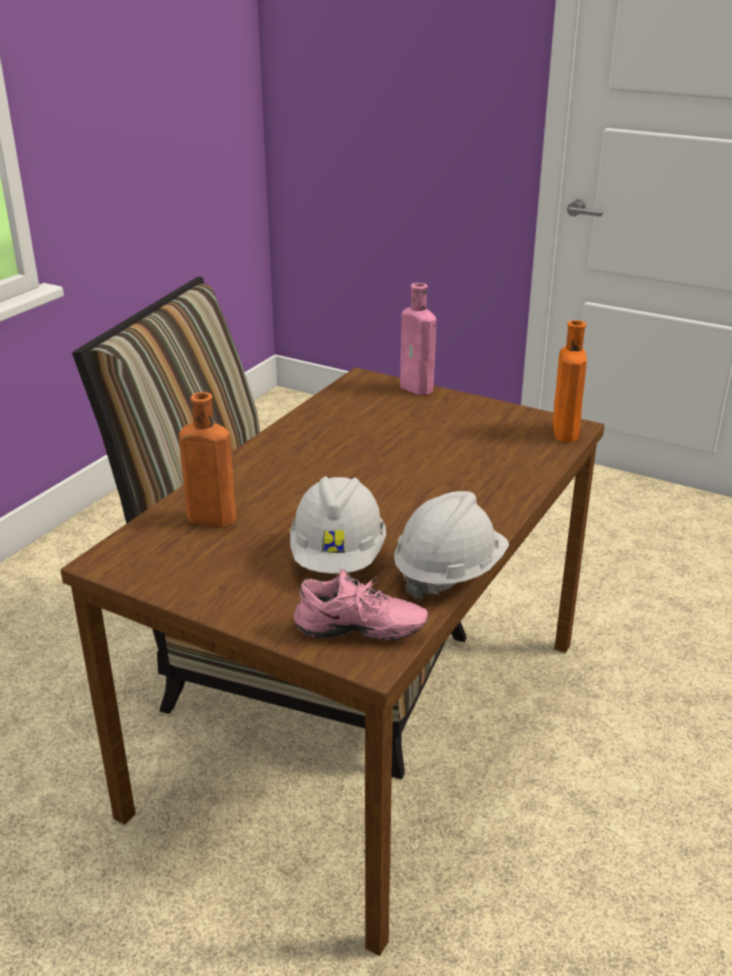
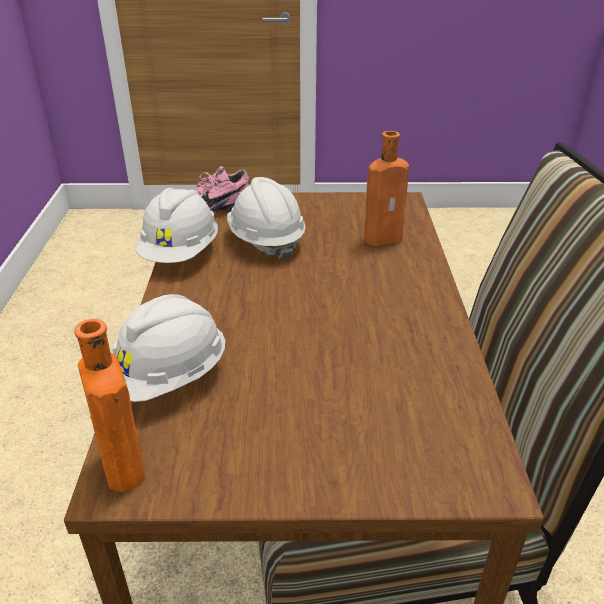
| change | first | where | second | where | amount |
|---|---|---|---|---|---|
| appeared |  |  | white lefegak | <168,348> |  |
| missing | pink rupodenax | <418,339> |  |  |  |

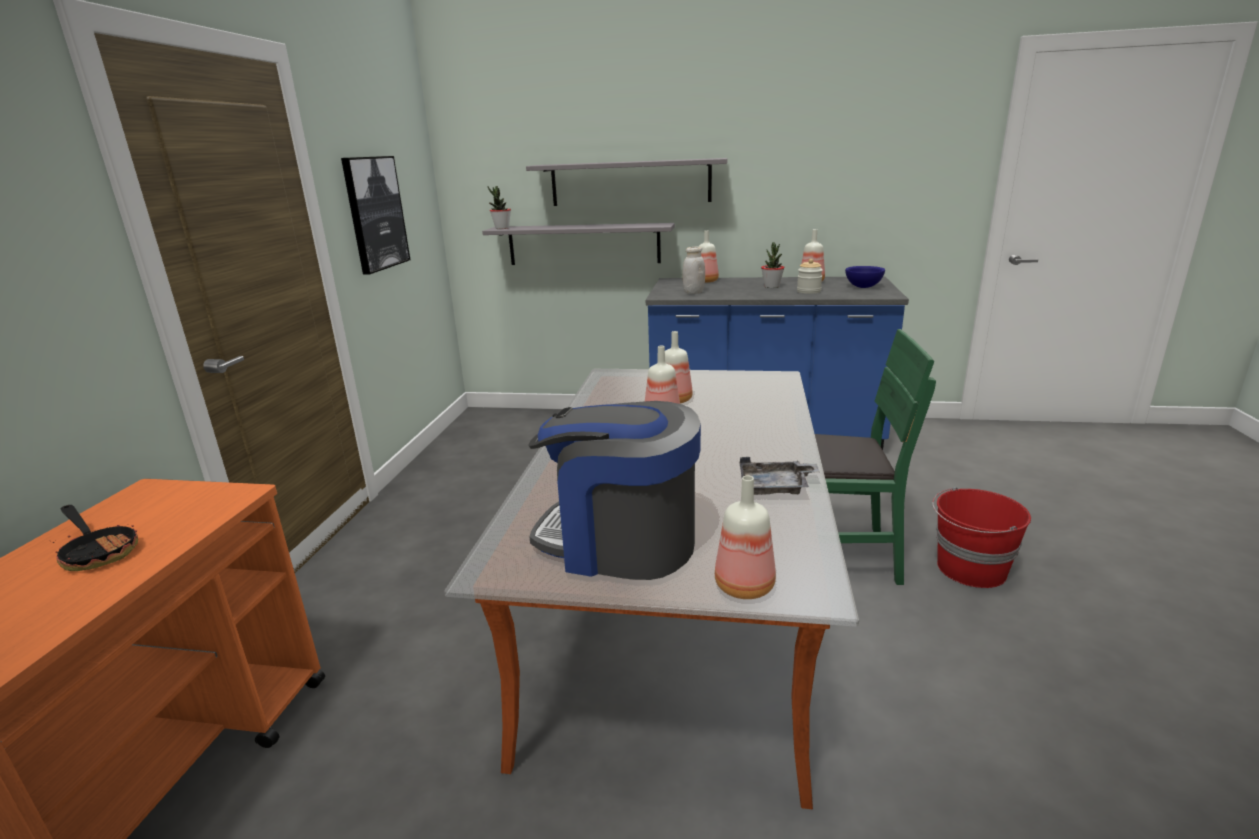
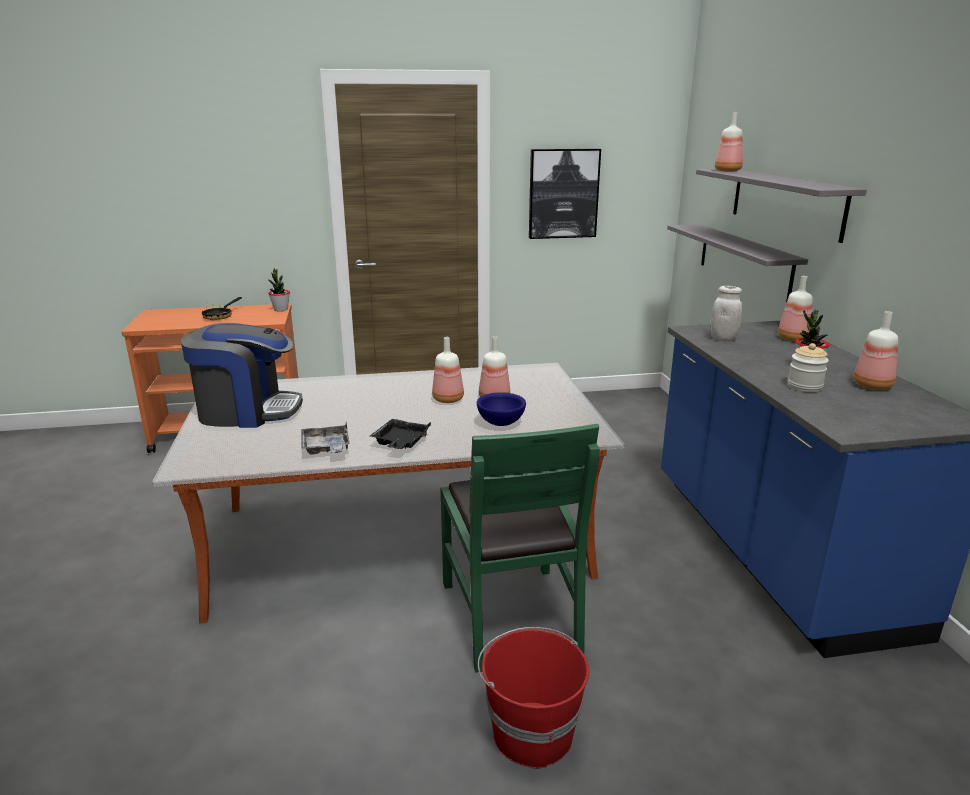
| change | first | where | second | where | amount |
|---|---|---|---|---|---|
| spun | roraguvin | <614,490> |  | <242,375> | 90 degrees clockwise |
| relocated | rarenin | <499,207> |  | <279,290> |  |
| appeared |  |  | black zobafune | <400,434> |  |
| relocated | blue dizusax | <865,277> |  | <501,409> |  |
| relocated | rupodenax | <745,537> |  | <729,142> |  |

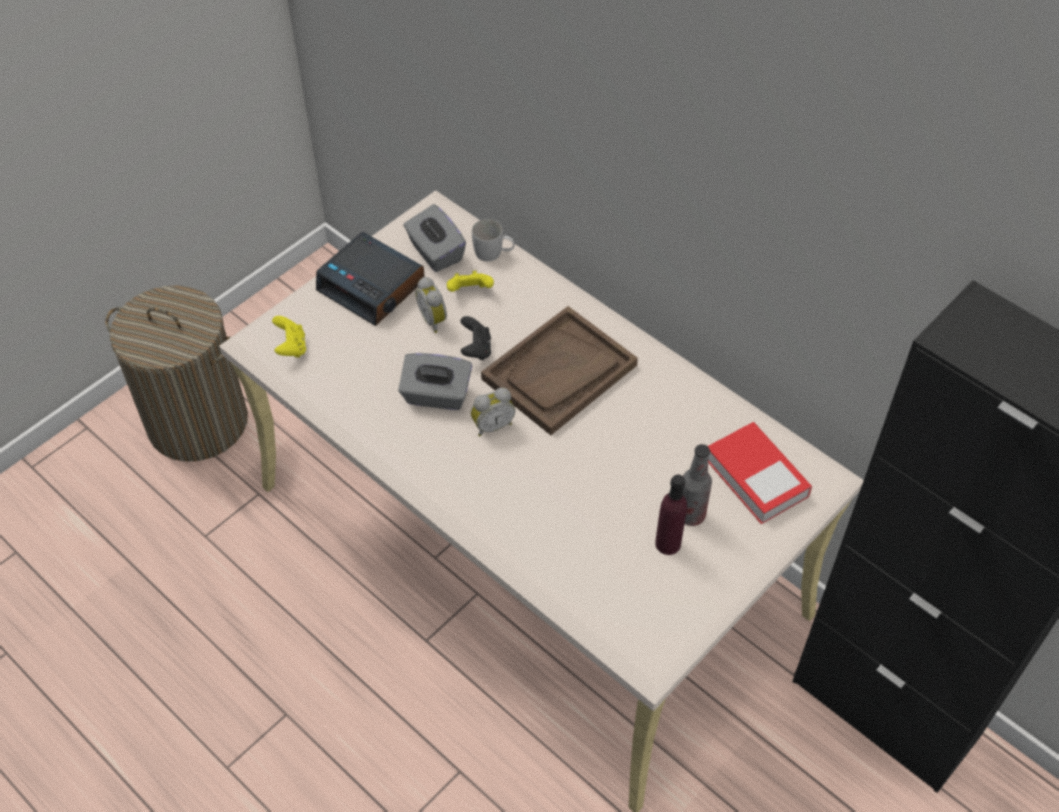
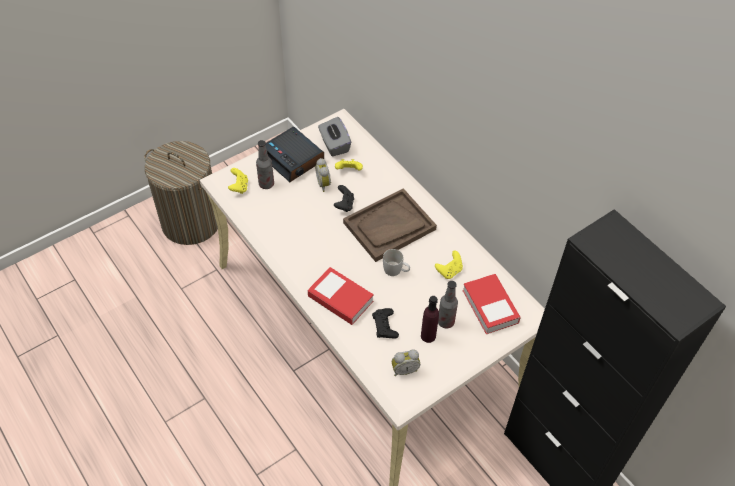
| change | first | where | second | where | amount |
|---|---|---|---|---|---|
| appeared |  |  | rupodenax | <265,164> |  |
| appeared |  |  | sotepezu | <341,296> |  |
| appeared |  |  | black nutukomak | <385,323> |  |
| relocated | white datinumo | <493,240> |  | <396,262> |  |
| relocated | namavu | <493,412> |  | <406,362> |  |
| appeared |  |  | yellow nutukomak | <449,265> |  |
| missing | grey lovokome | <435,381> |  |  |  |

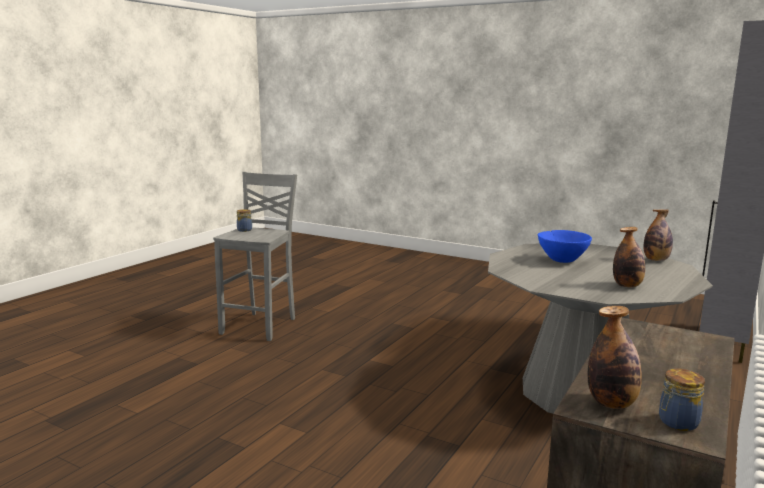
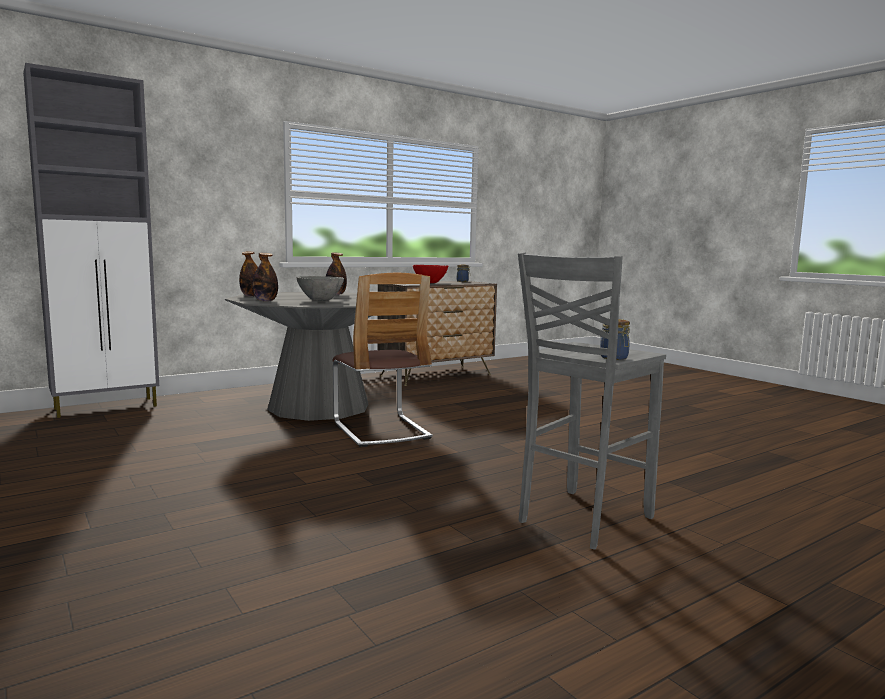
| change | first | where | second | where | amount |
|---|---|---|---|---|---|
| relocated | rupodenax | <615,357> |  | <265,277> |  |
| colour | blue dizusax | <564,246> | grey dizusax | <320,288> |  |
| appeared |  |  | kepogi | <382,360> |  |
| appeared |  |  | red dizusax | <431,274> |  |

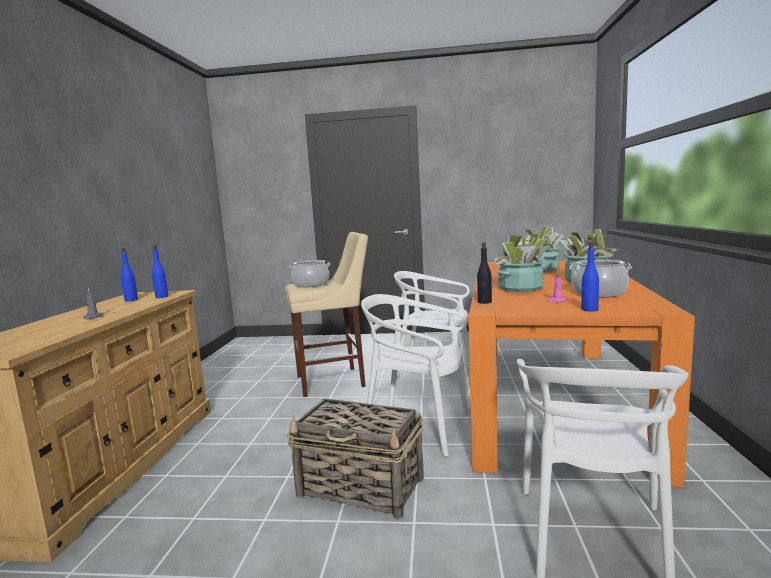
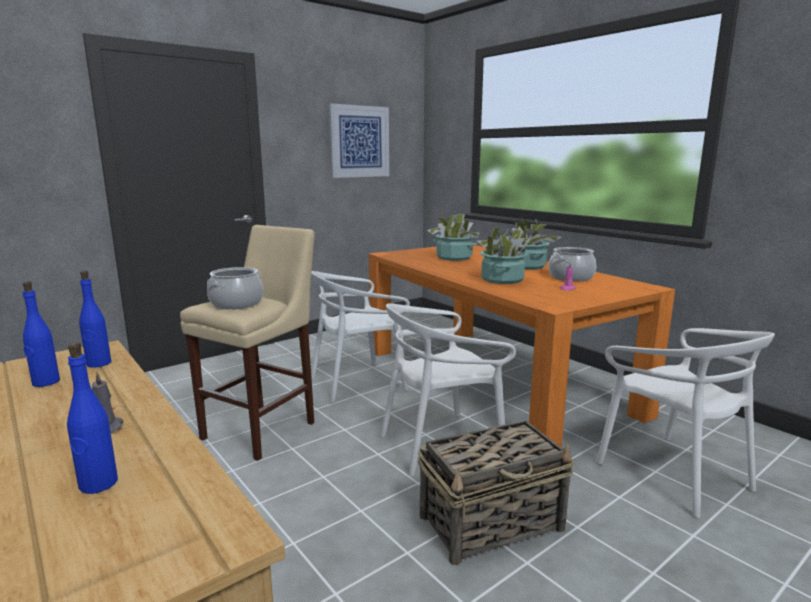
| change | first | where | second | where | amount |
|---|---|---|---|---|---|
| relocated | blue rupodenax | <590,276> |  | <92,418> |  |
| appeared |  |  | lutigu | <359,140> |  |
| missing | black rupodenax | <484,273> |  |  |  |

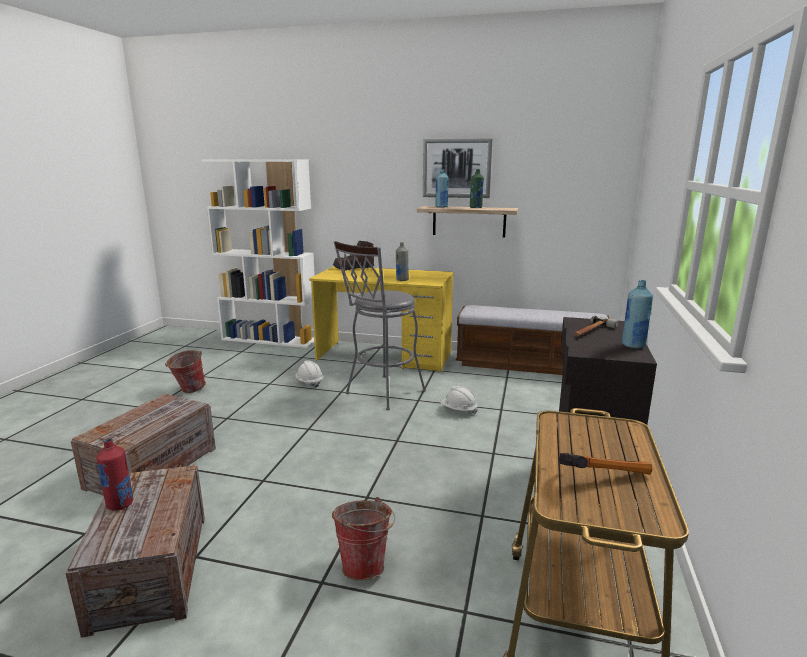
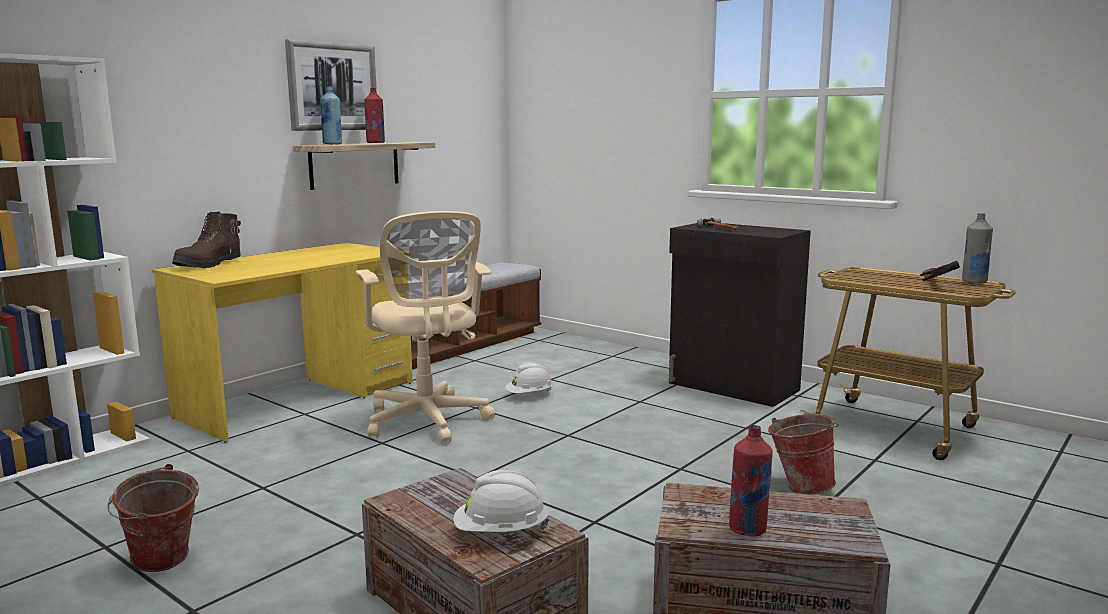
| change | first | where | second | where | amount |
|---|---|---|---|---|---|
| exchanged | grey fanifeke | <380,325> | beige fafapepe | <425,327> |  |
| colour | green rupodenax | <477,188> | red rupodenax | <374,115> |  |
| relocated | white lefegak | <309,374> |  | <501,501> |  |
| relocated | grey rupodenax | <402,261> |  | <977,248> |  |
| missing | blue rupodenax | <637,314> |  |  |  |

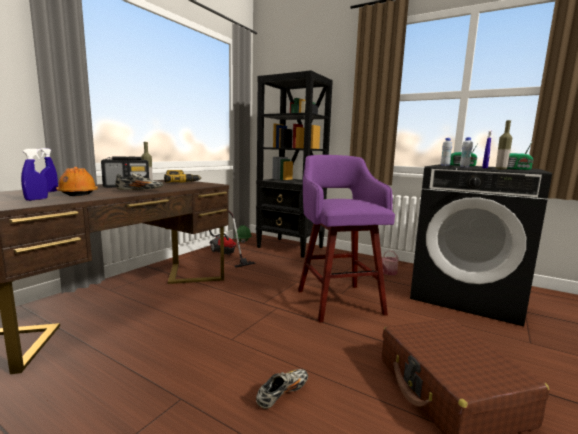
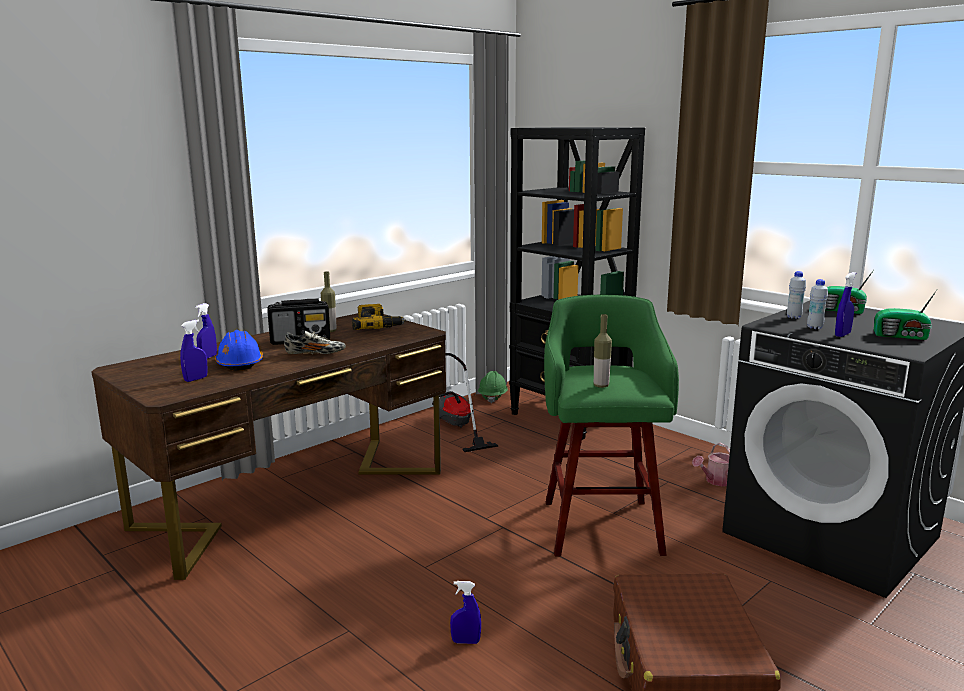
| change | first | where | second | where | amount |
|---|---|---|---|---|---|
| colour | orange lefegak | <77,181> | blue lefegak | <239,350> |  |
| exchanged | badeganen | <282,389> | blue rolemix | <465,612> |  |
| colour | purple fanifeke | <346,238> | green fanifeke | <611,425> |  |
| relocated | rupodenax | <504,144> |  | <603,351> |  |

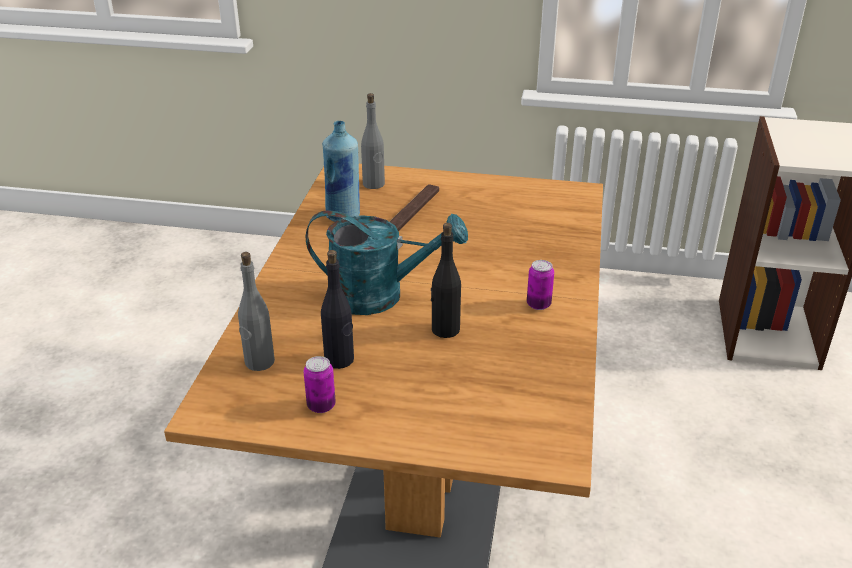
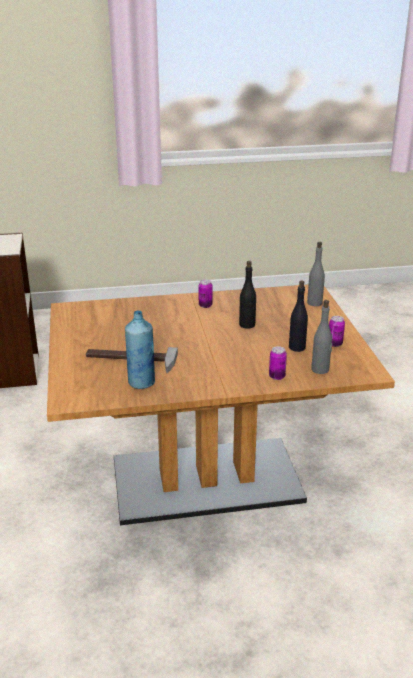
| change | first | where | second | where | amount |
|---|---|---|---|---|---|
| appeared |  |  | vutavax | <278,363> |  |
| relocated | grey rupodenax | <373,141> |  | <316,274> |  |
| missing | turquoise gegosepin | <387,262> |  |  |  |

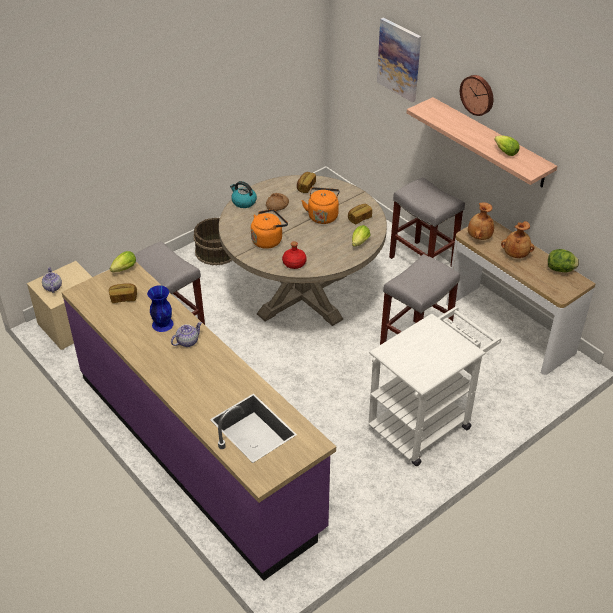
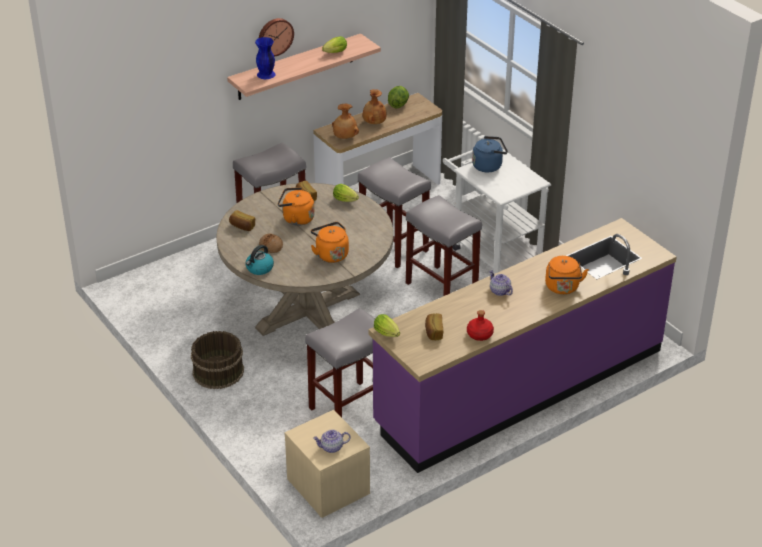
| change | first | where | second | where | amount |
|---|---|---|---|---|---|
| relocated | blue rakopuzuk | <160,308> |  | <265,58> |  |
| appeared |  |  | grey fanifeke | <444,245> |  |
| relocated | red rupodenax | <294,255> |  | <480,325> |  |
| appeared |  |  | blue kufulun | <490,154> |  |
| appeared |  |  | orange kufulun | <567,275> |  |
| missing | lutigu | <399,59> |  |  |  |

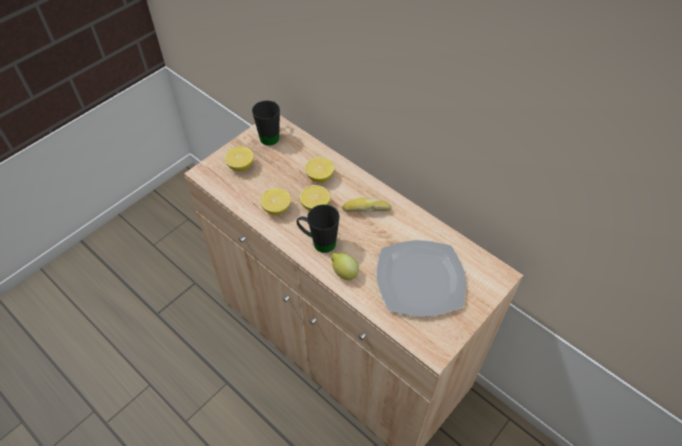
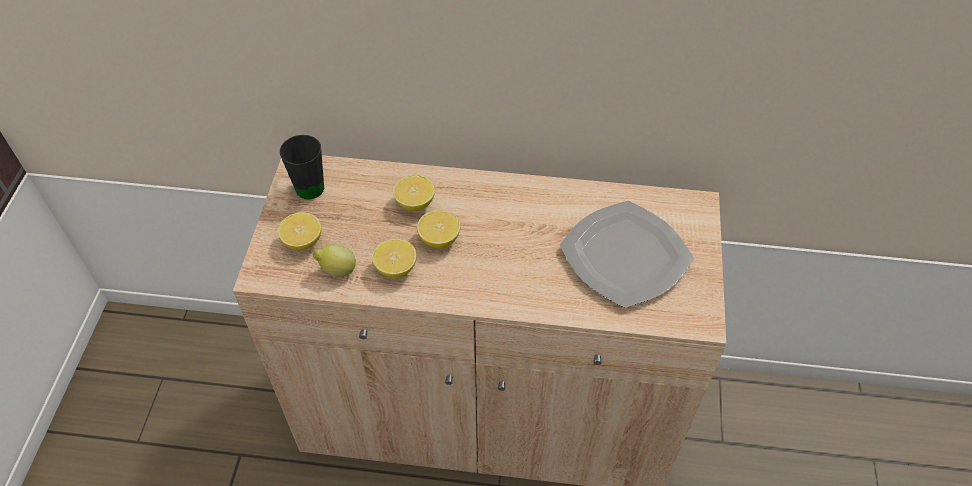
| change | first | where | second | where | amount |
|---|---|---|---|---|---|
| relocated | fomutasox | <345,266> |  | <334,260> |  |
| missing | black datinumo | <318,228> |  |  |  |
| missing | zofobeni | <367,205> |  |  |  |

